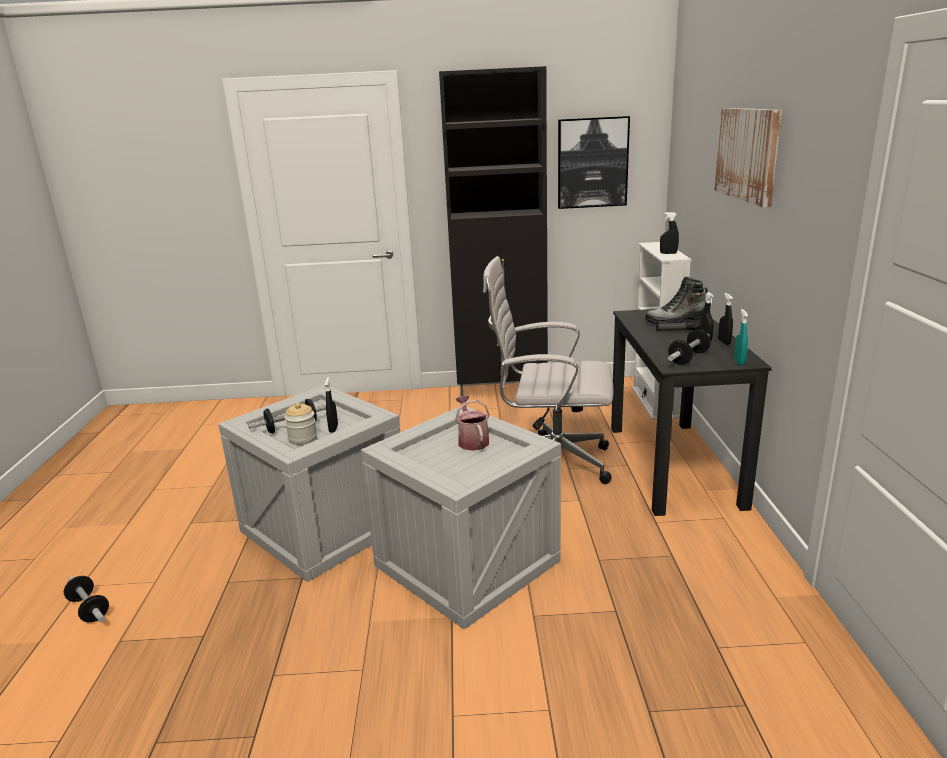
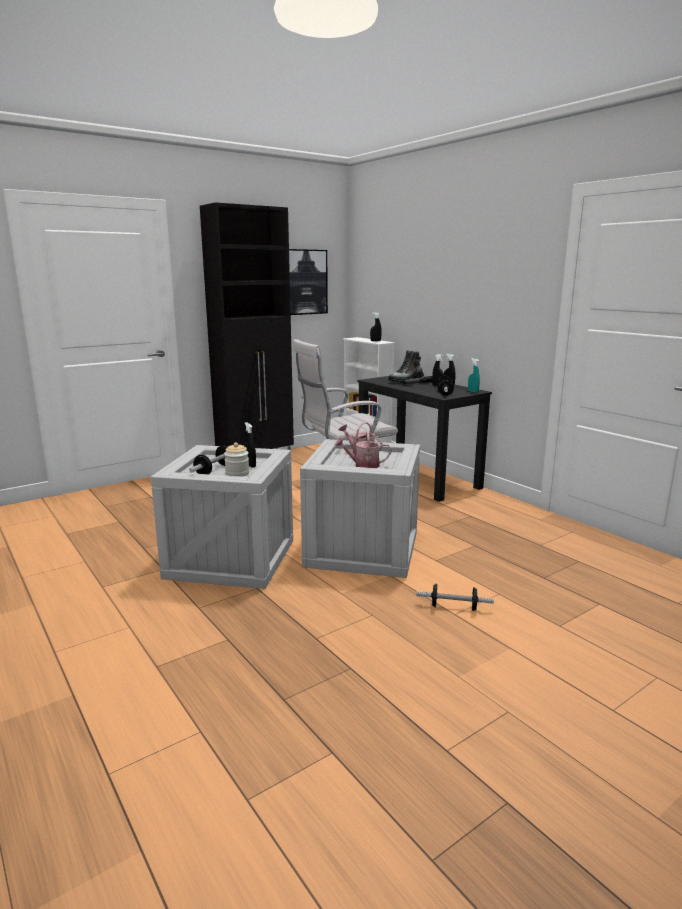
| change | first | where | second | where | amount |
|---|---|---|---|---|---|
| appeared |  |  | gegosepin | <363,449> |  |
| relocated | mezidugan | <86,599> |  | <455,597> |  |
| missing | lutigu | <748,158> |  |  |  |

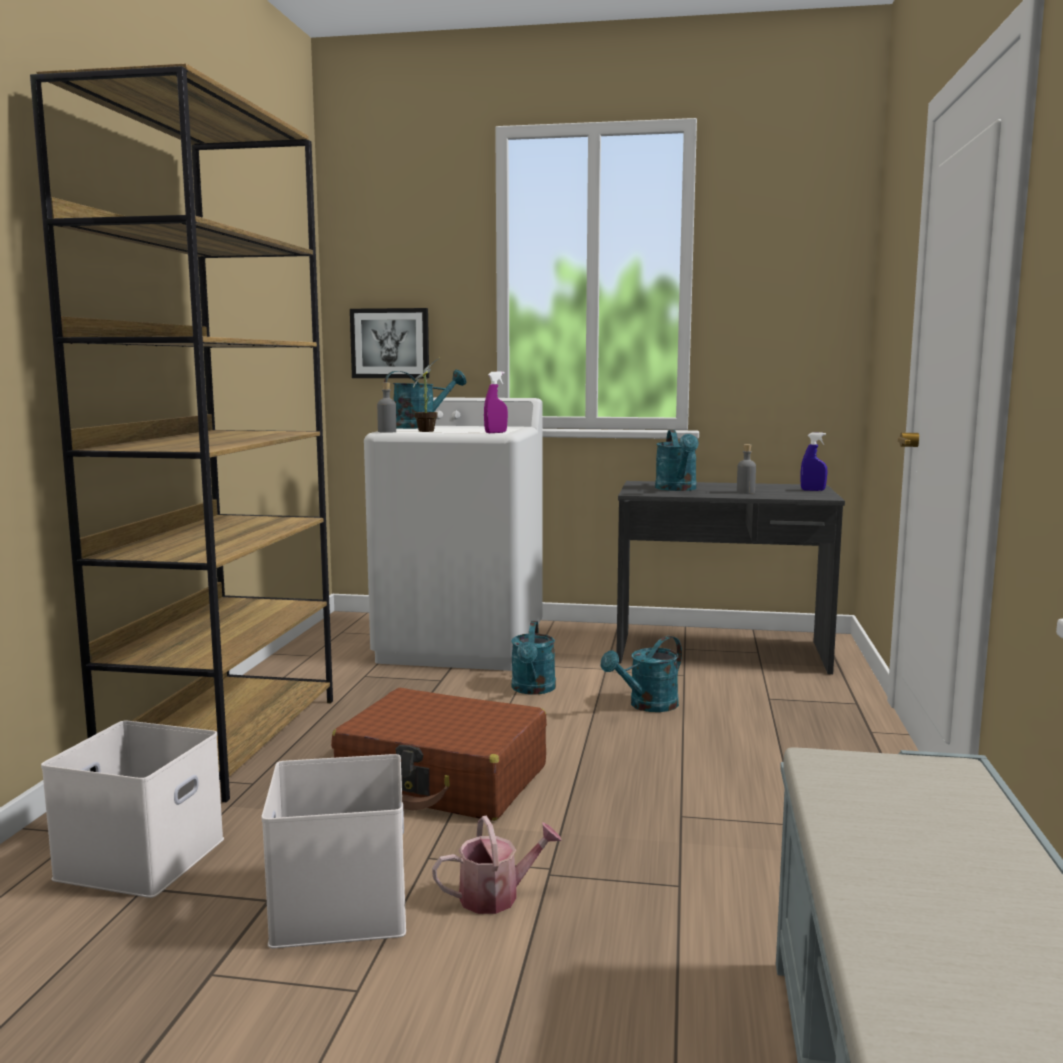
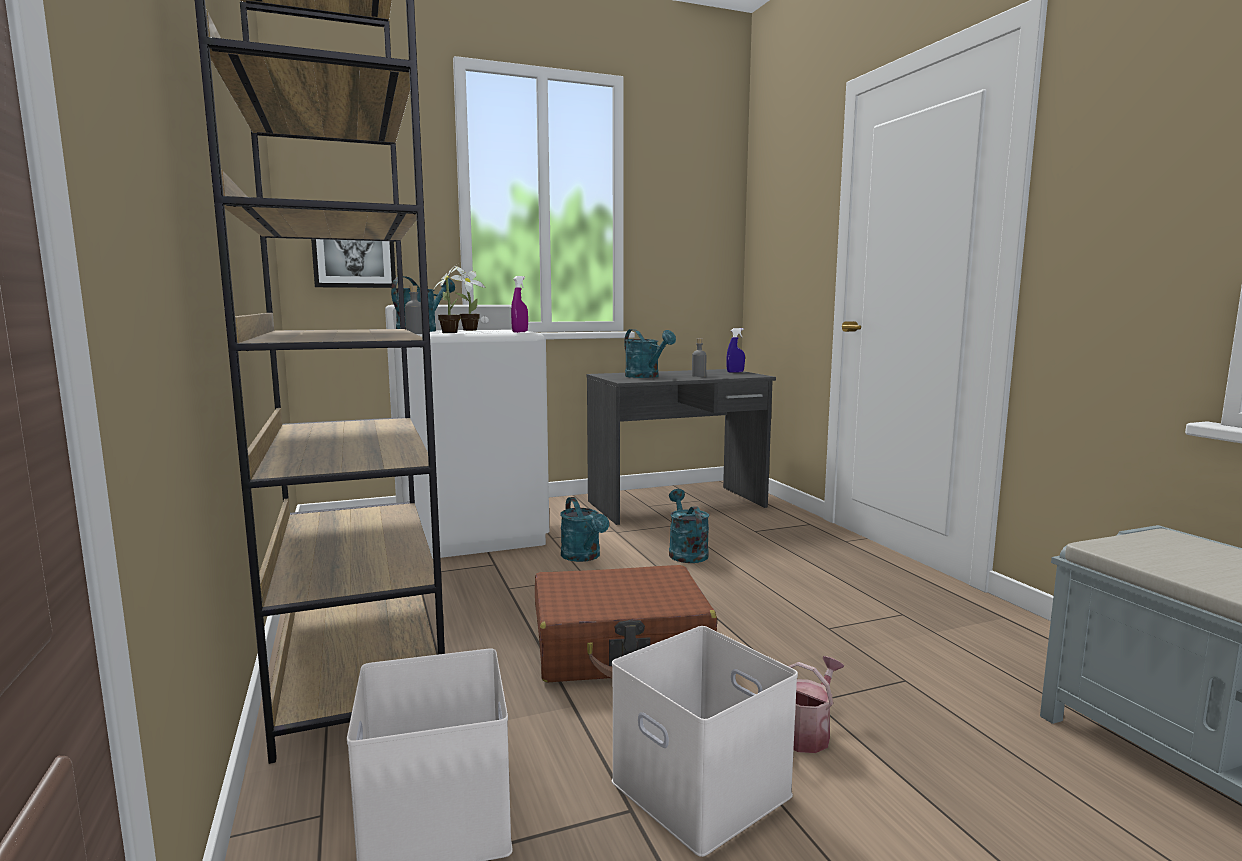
| change | first | where | second | where | amount |
|---|---|---|---|---|---|
| appeared |  |  | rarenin | <468,298> |  |
| spun | turquoise gegosepin | <641,674> |  | <689,526> | 150 degrees clockwise |

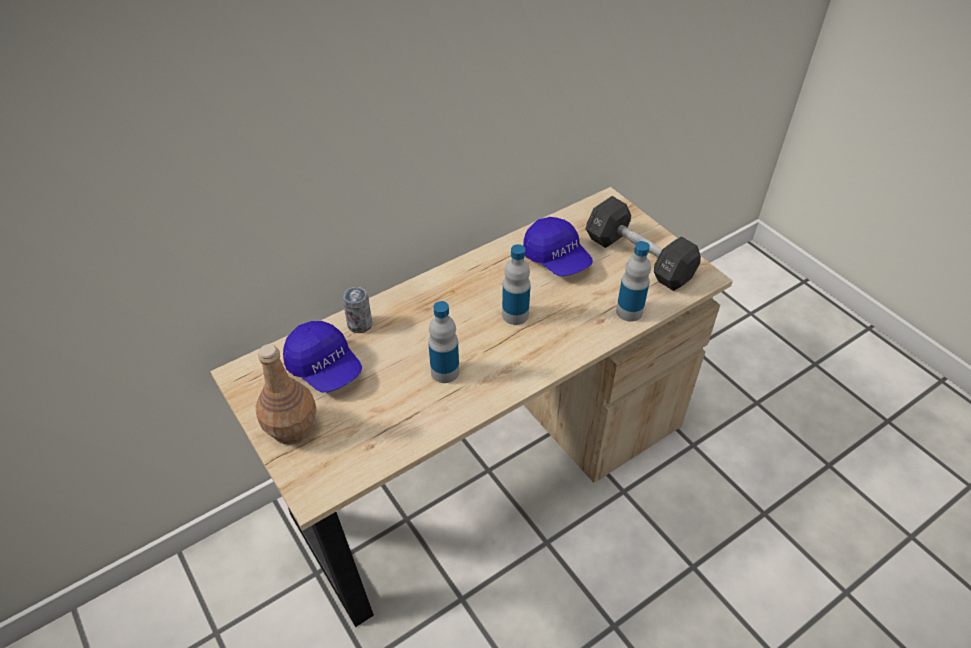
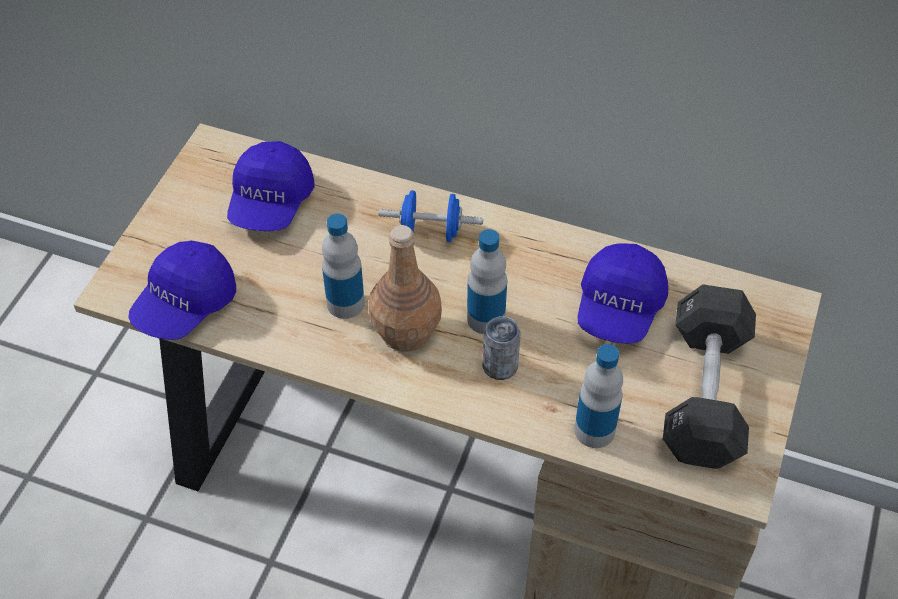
| change | first | where | second | where | amount |
|---|---|---|---|---|---|
| appeared |  |  | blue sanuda | <182,290> |  |
| relocated | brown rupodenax | <286,394> |  | <405,288> |  |
| appeared |  |  | blue mezidugan | <430,216> |  |
| relocated | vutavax | <357,310> |  | <502,348> |  |

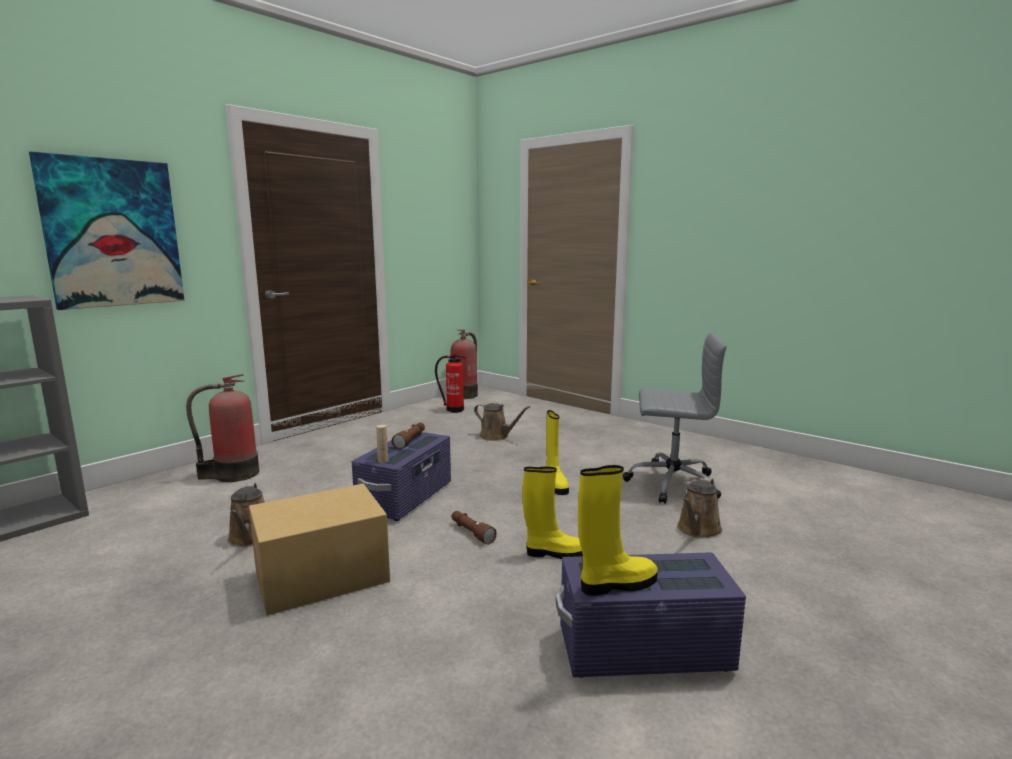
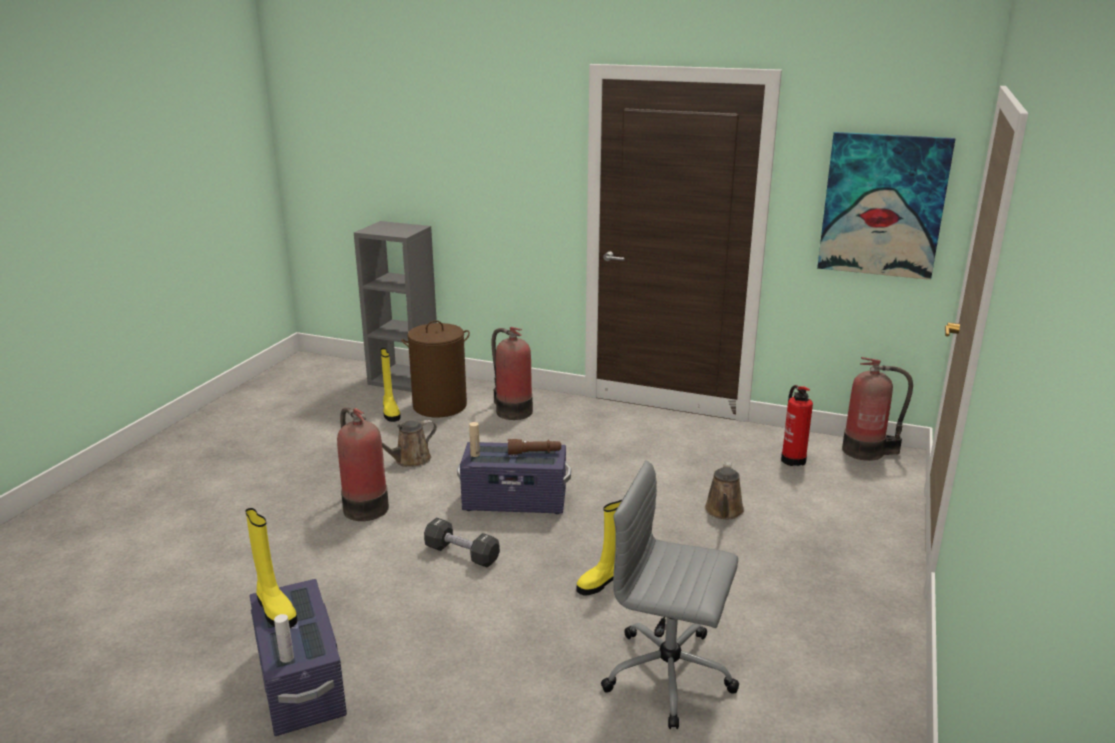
| change | first | where | second | where | amount |
|---|---|---|---|---|---|
| appeared |  |  | white rupodenax | <284,638> |  |
| exchanged | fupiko | <319,550> | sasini | <363,464> |  |
| relocated | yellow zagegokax | <553,513> |  | <391,385> |  |
| appeared |  |  | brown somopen | <435,368> |  |
| exchanged | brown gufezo | <474,528> | black mezidugan | <462,542> |  |
| spun | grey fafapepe | <675,418> |  | <670,595> | 120 degrees clockwise |
| relocated | lutigu | <107,230> |  | <886,206> |  |
| missing | brown gegosepin | <699,507> |  |  |  |

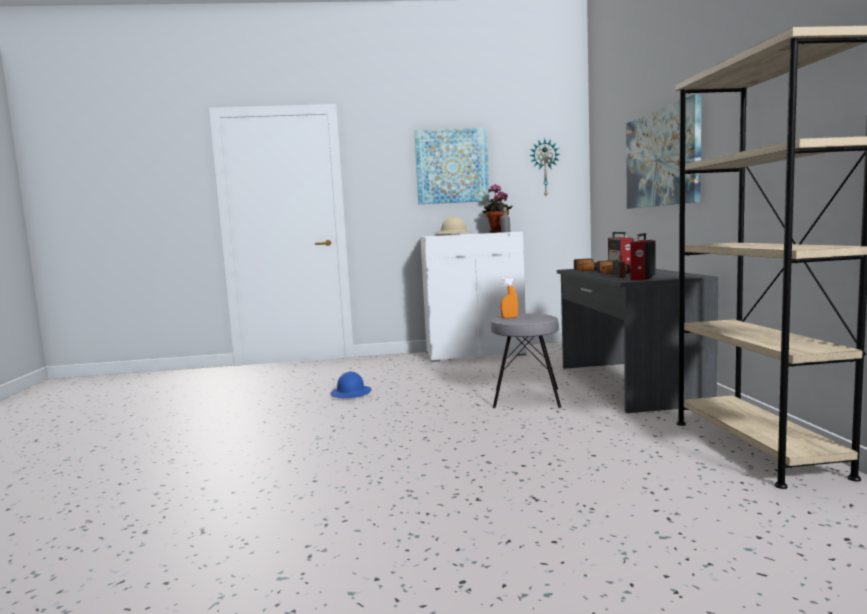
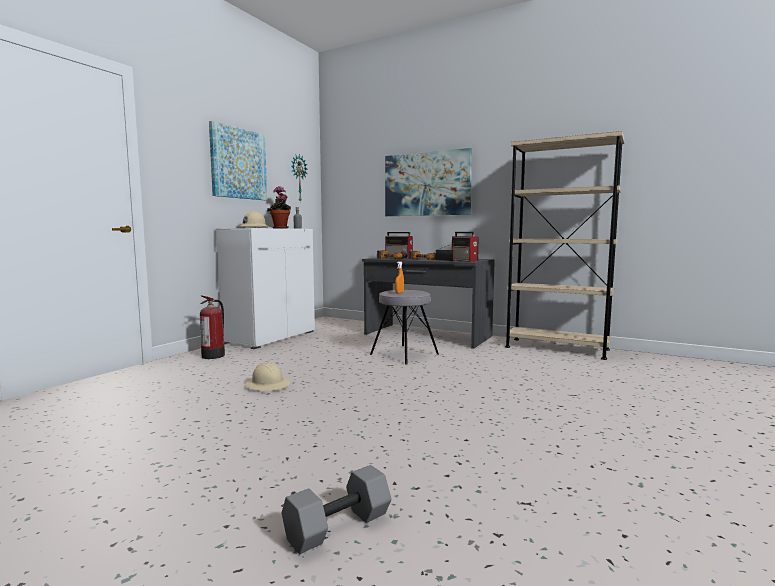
| change | first | where | second | where | amount |
|---|---|---|---|---|---|
| appeared |  |  | sasini | <212,327> |  |
| colour | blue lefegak | <351,384> | beige lefegak | <267,376> |  |
| appeared |  |  | grey mezidugan | <336,509> |  |

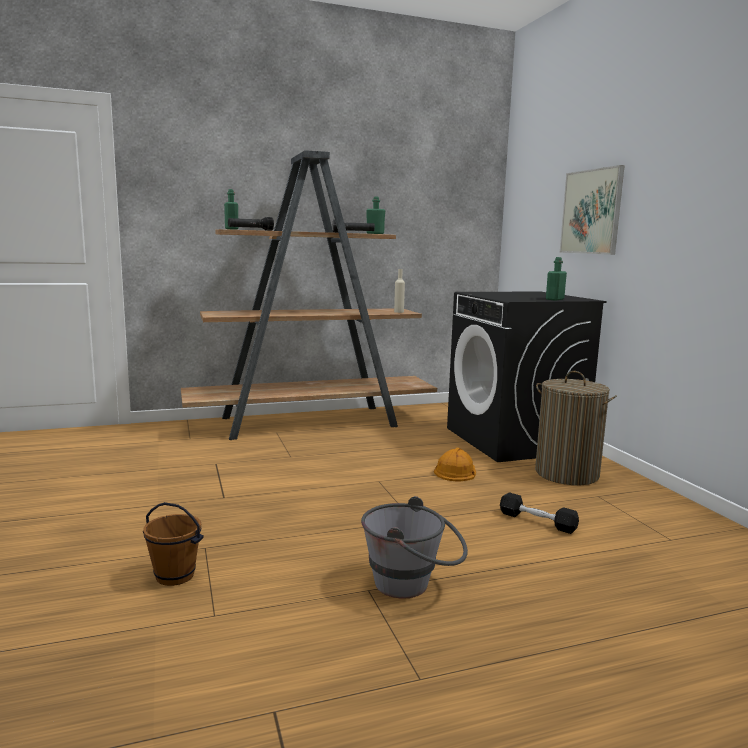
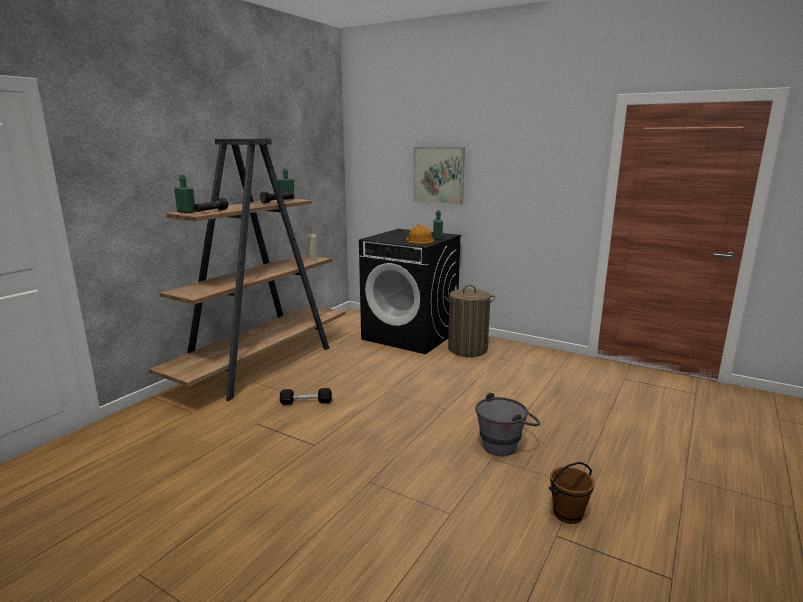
| change | first | where | second | where | amount |
|---|---|---|---|---|---|
| relocated | black mezidugan | <539,513> |  | <306,396> |  |
| relocated | orange lefegak | <455,464> |  | <420,234> |  |
| relocated | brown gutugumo | <173,544> |  | <572,493> |  |

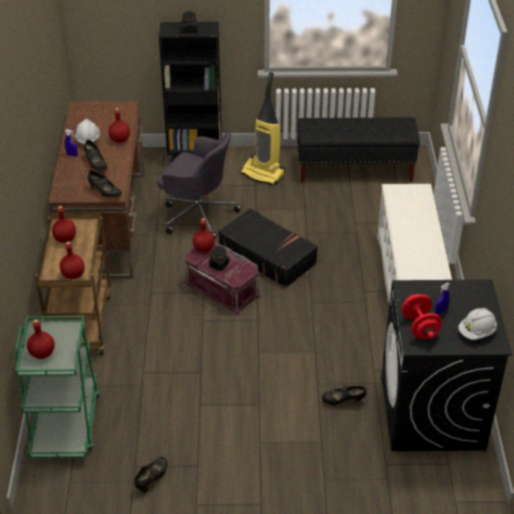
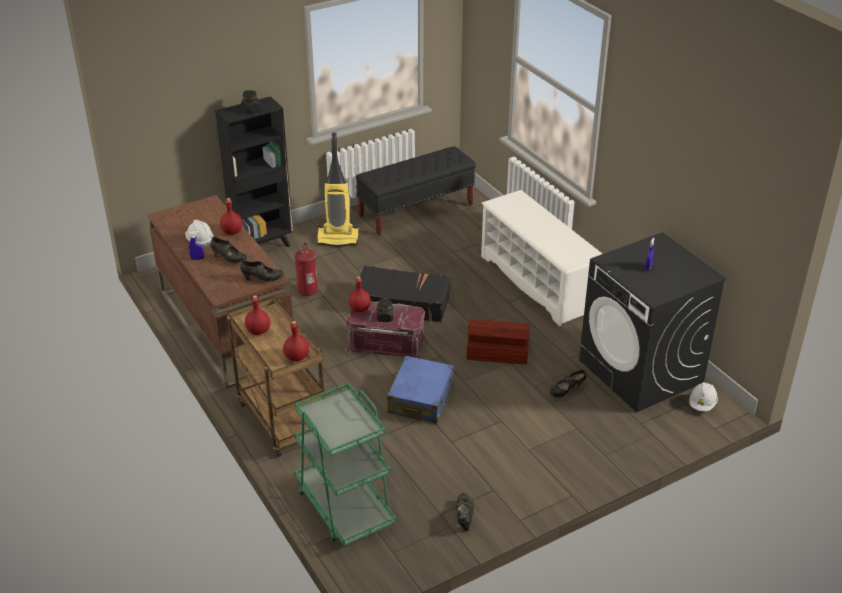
| change | first | where | second | where | amount |
|---|---|---|---|---|---|
| exchanged | grey fafapepe | <199,185> | sasini | <306,269> |  |
| appeared |  |  | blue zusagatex | <420,390> |  |
| appeared |  |  | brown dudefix | <498,342> |  |
| relocated | white lefegak | <477,324> |  | <703,396> |  |
| missing | red rupodenax | <41,339> |  |  |  |
| missing | red mezidugan | <422,316> |  |  |  |

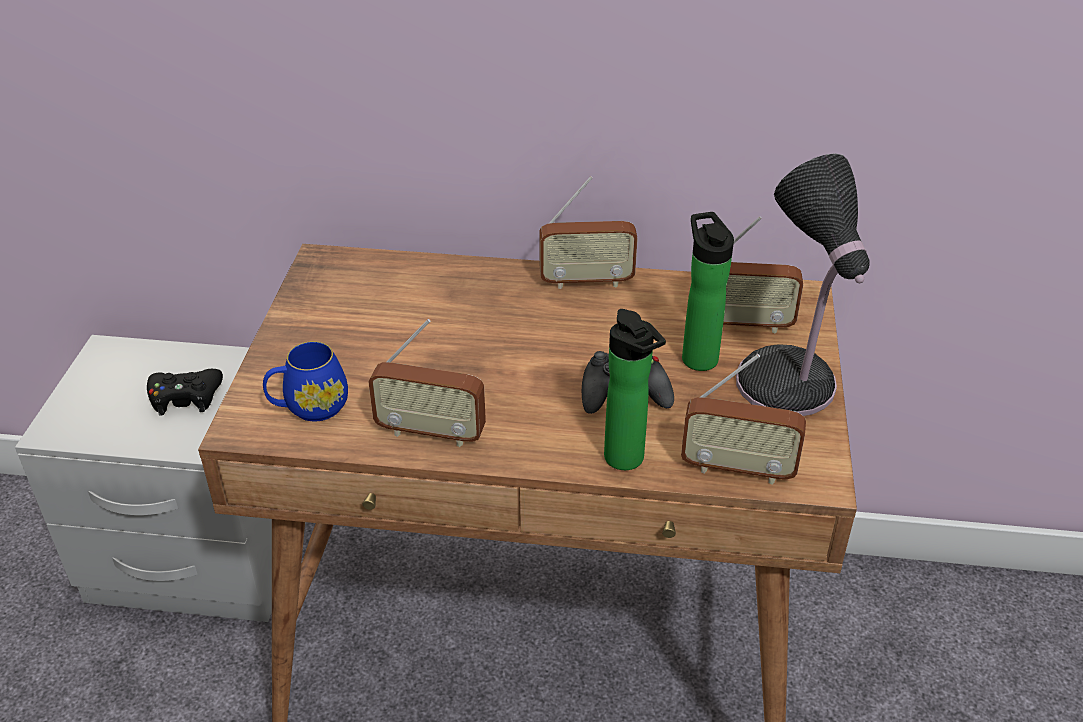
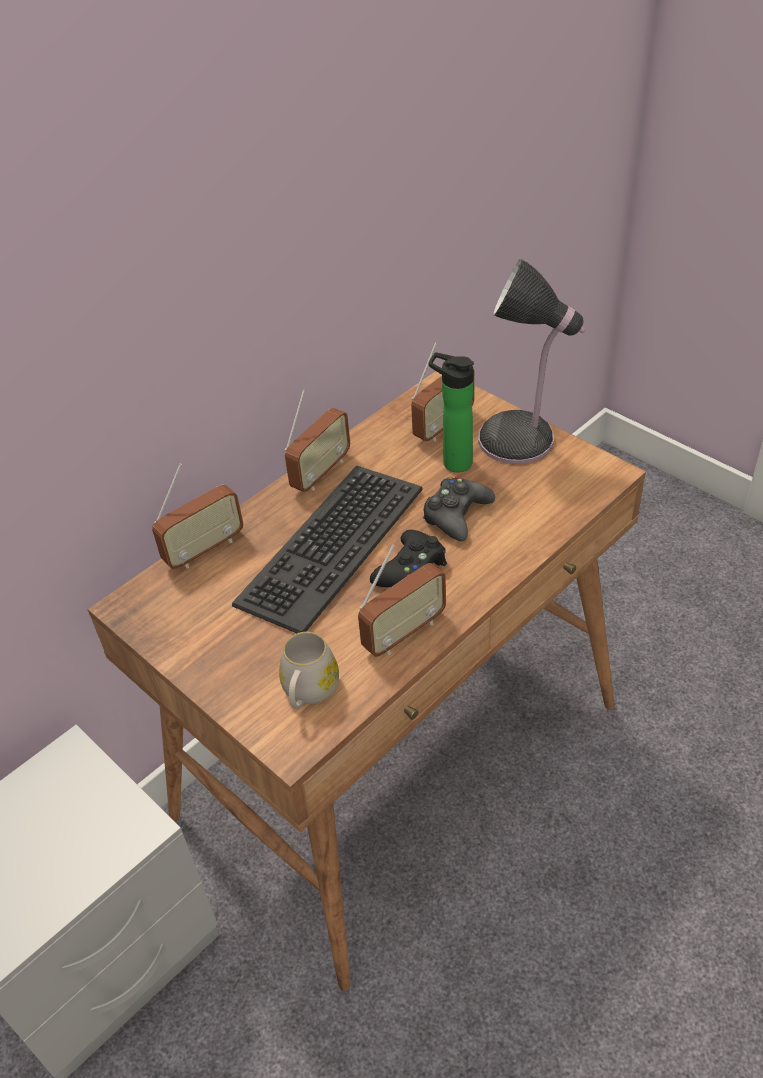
| change | first | where | second | where | amount |
|---|---|---|---|---|---|
| relocated | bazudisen | <743,419> |  | <198,516> |  |
| appeared |  |  | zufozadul | <327,549> |  |
| colour | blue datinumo | <305,381> | white datinumo | <309,670> |  |
| relocated | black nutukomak | <185,392> |  | <408,558> |  |
| missing | rupodenax | <635,389> |  |  |  |

